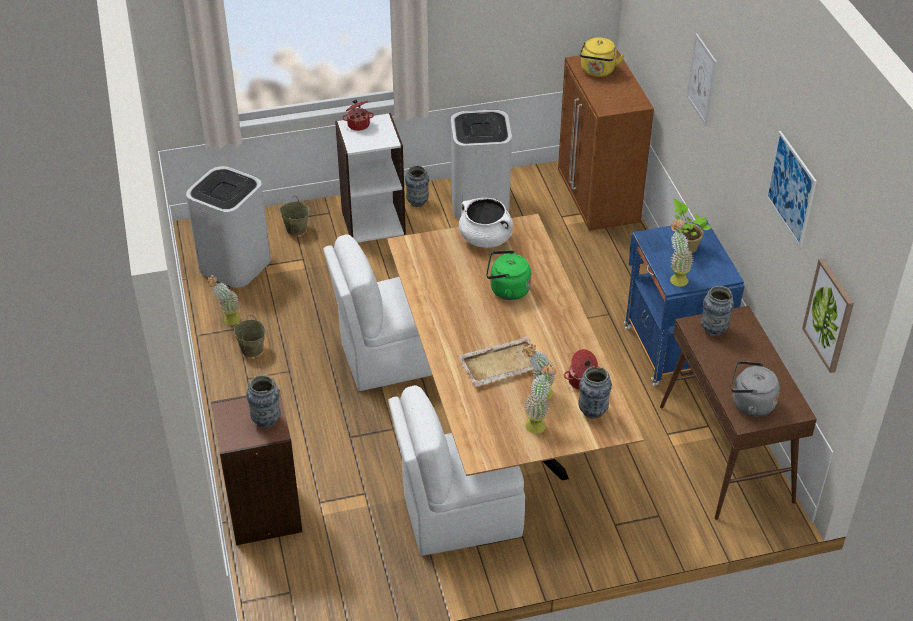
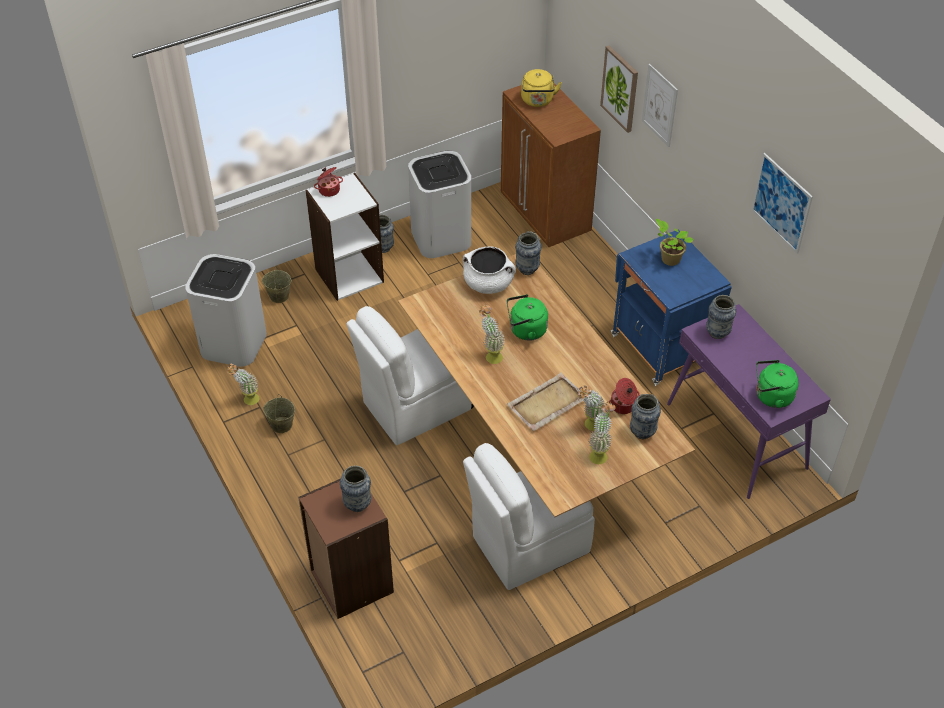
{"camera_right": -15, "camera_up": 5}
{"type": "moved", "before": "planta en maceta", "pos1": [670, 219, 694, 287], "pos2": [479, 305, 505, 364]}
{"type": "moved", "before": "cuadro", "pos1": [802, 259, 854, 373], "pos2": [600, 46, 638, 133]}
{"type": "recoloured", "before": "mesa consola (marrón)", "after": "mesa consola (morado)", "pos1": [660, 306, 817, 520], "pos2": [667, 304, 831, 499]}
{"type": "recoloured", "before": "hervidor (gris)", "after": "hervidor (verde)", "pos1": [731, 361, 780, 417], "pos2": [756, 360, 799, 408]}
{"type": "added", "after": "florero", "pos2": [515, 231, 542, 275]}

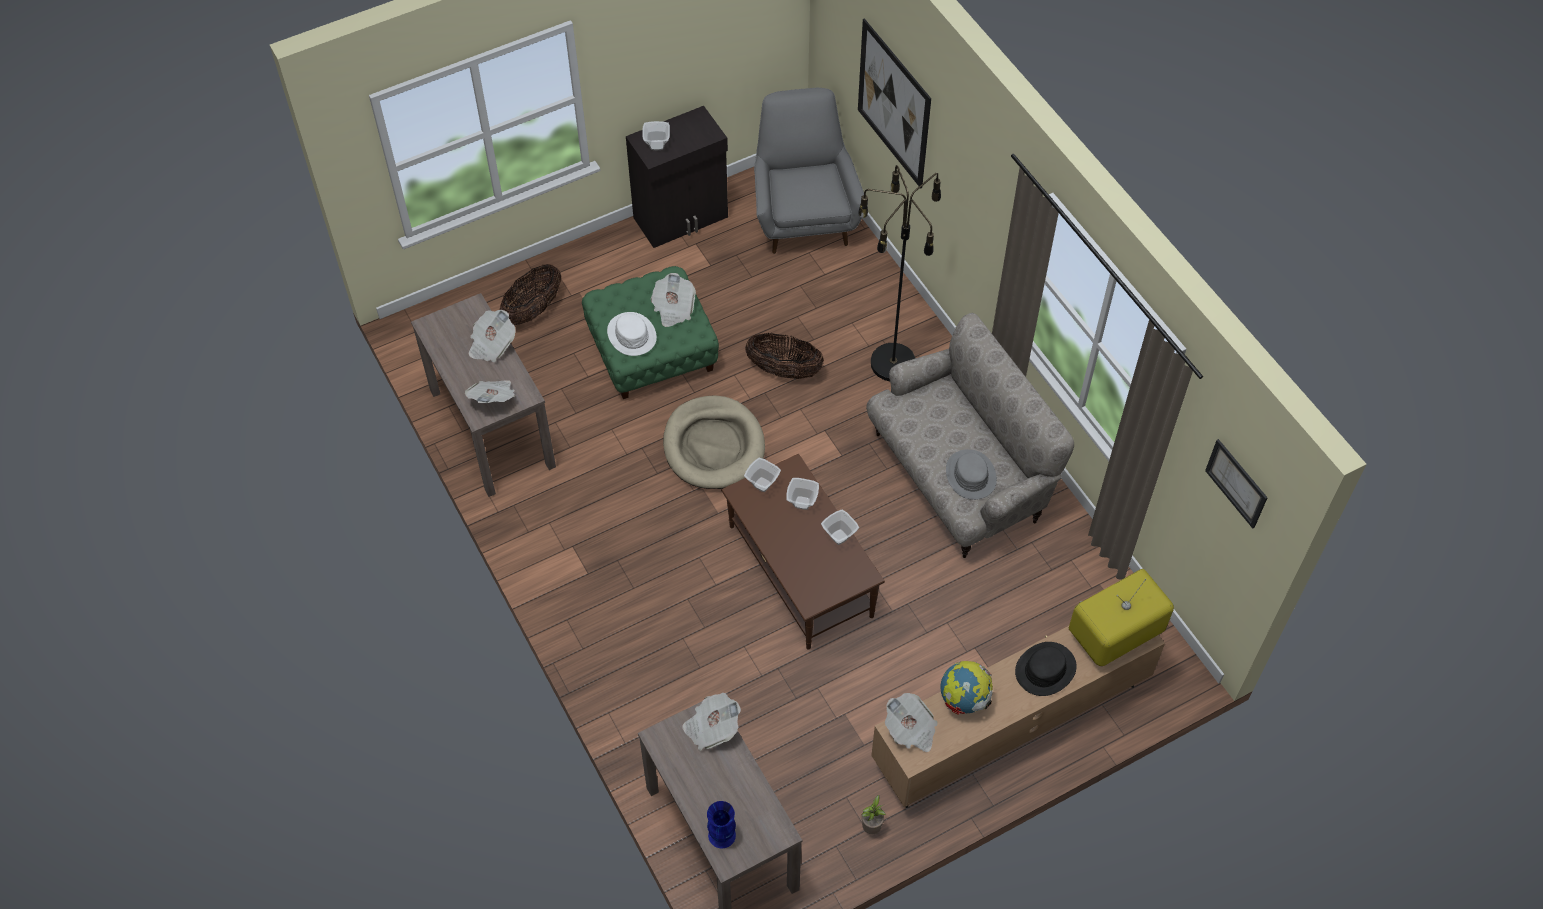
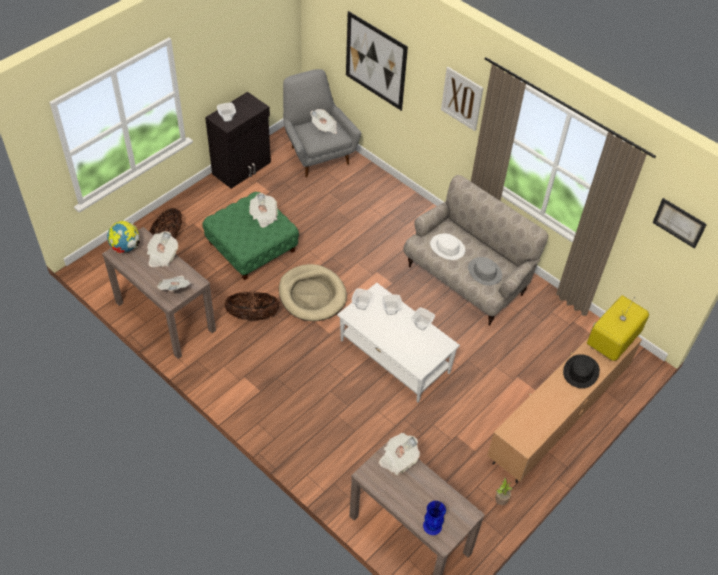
{"camera_right": -20, "camera_up": -5}
{"type": "removed", "before": "lámpara de pie", "pos1": [858, 165, 941, 381]}
{"type": "moved", "before": "sombrero (blanco)", "pos1": [607, 312, 657, 356], "pos2": [430, 234, 465, 260]}
{"type": "moved", "before": "cesta", "pos1": [745, 333, 824, 379], "pos2": [224, 292, 280, 321]}
{"type": "recoloured", "before": "mesa de centro (marrón)", "after": "mesa de centro (blanco)", "pos1": [721, 454, 885, 650], "pos2": [337, 283, 460, 403]}
{"type": "moved", "before": "globo terráqueo", "pos1": [941, 661, 993, 715], "pos2": [107, 221, 140, 253]}
{"type": "moved", "before": "periódico", "pos1": [885, 693, 938, 752], "pos2": [310, 109, 337, 134]}
{"type": "added", "after": "cuadro", "pos2": [441, 67, 483, 131]}

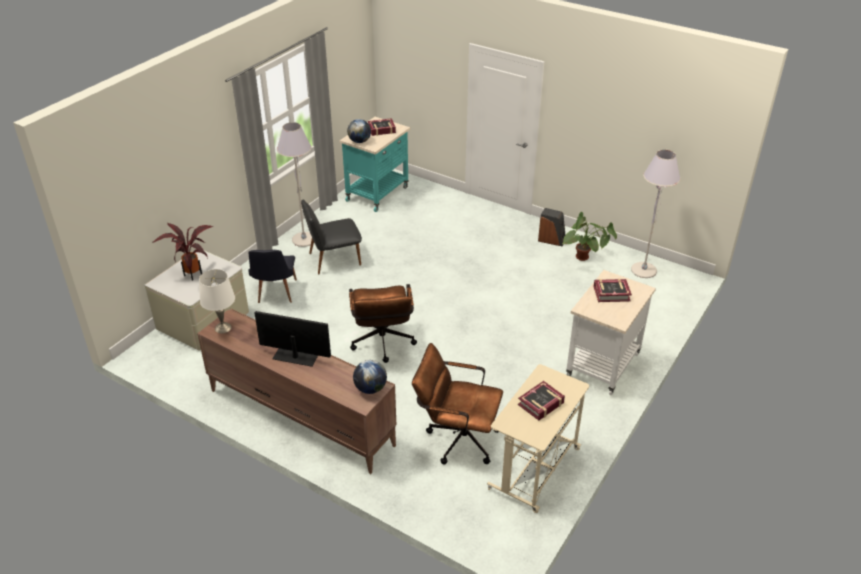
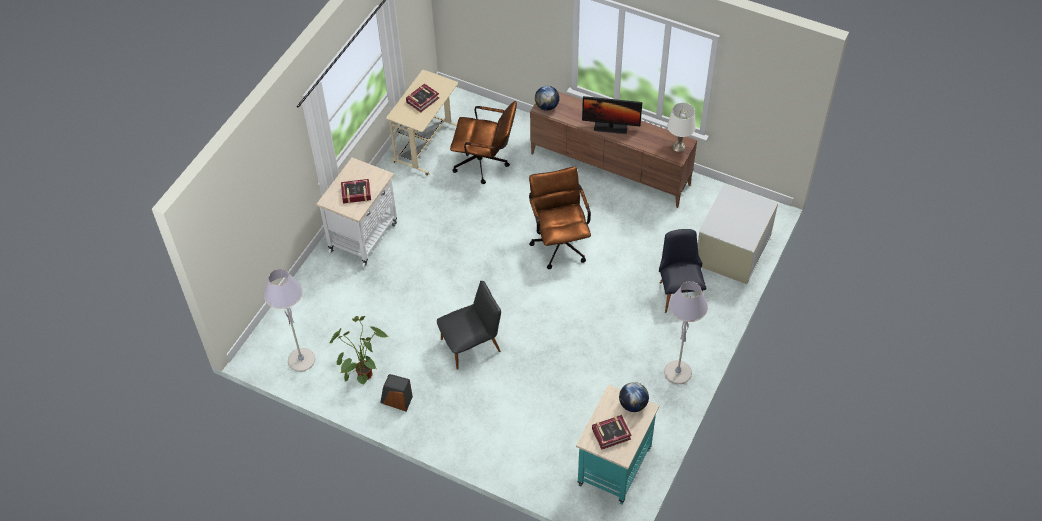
{"camera_right": 175, "camera_up": 15}
{"type": "moved", "before": "silla (negro)", "pos1": [301, 199, 362, 275], "pos2": [437, 281, 501, 370]}
{"type": "removed", "before": "planta en maceta", "pos1": [153, 222, 213, 280]}

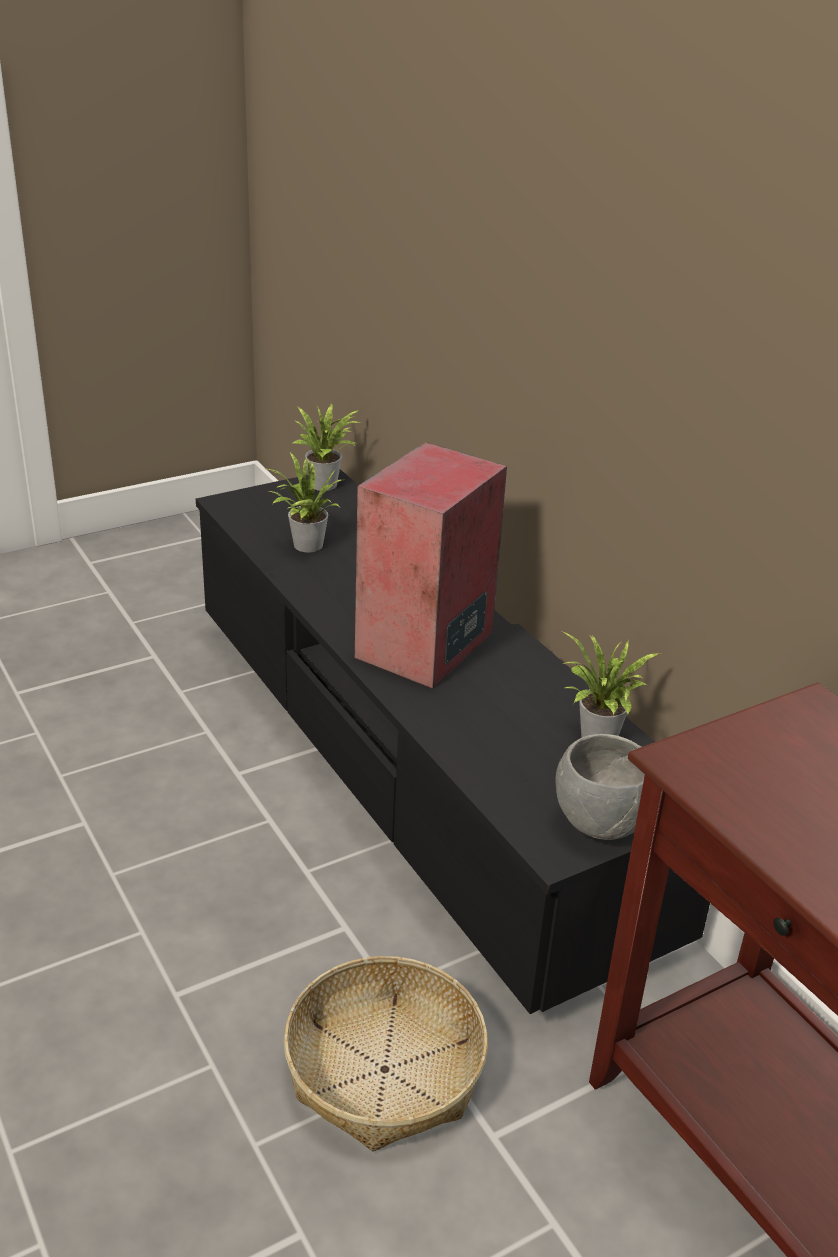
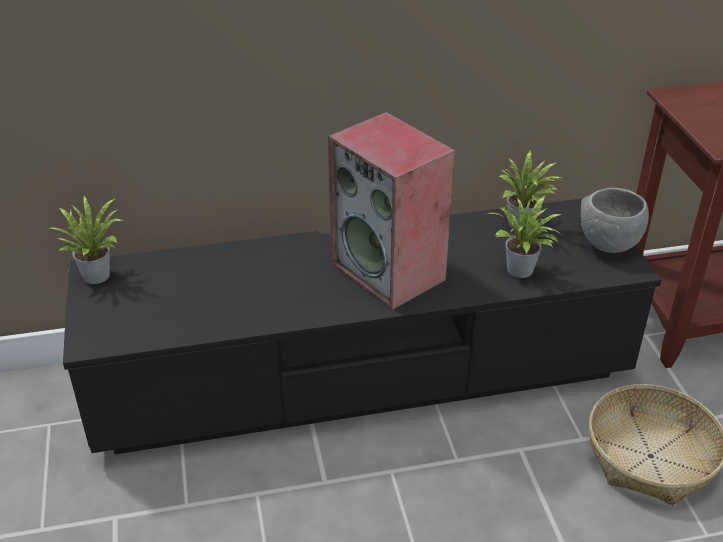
{"camera_right": -70, "camera_up": 5}
{"type": "moved", "before": "planta en maceta", "pos1": [268, 453, 344, 552], "pos2": [487, 196, 563, 278]}

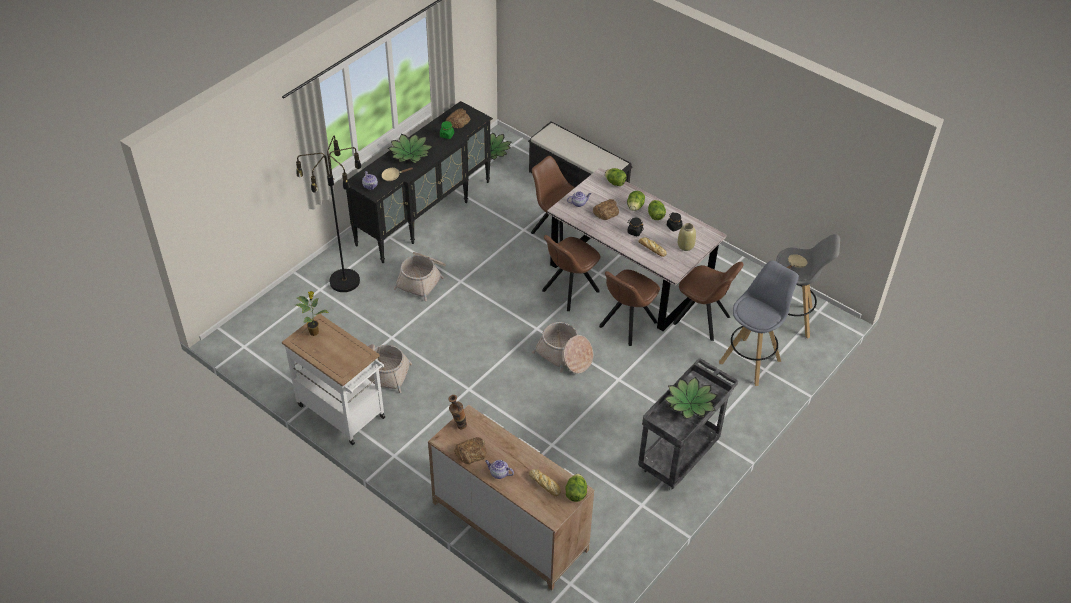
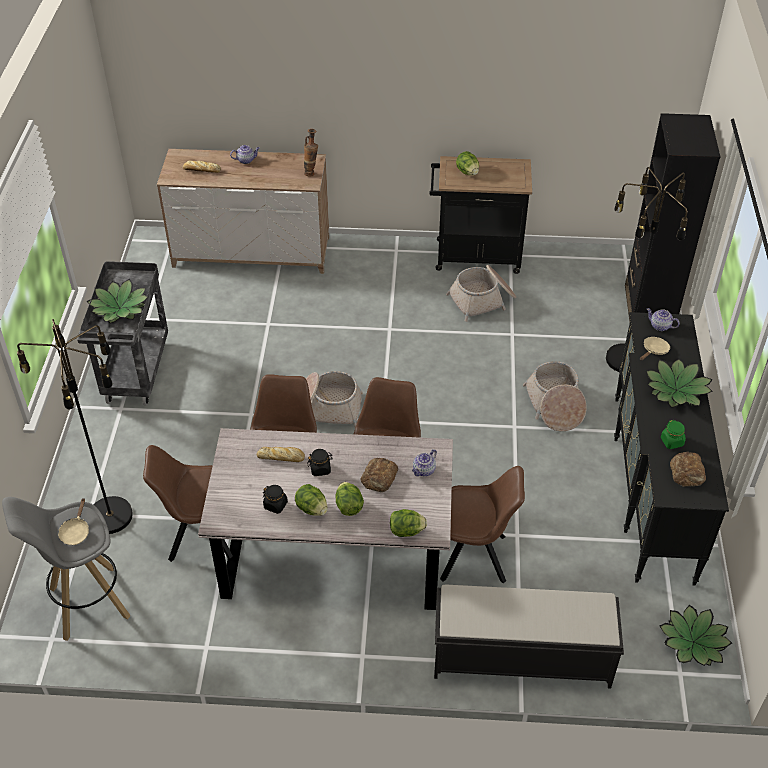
{"camera_right": 145, "camera_up": 0}
{"type": "removed", "before": "florero (beis)", "pos1": [678, 223, 696, 251]}
{"type": "replaced", "before": "taburete (gris)", "after": "lámpara de pie", "pos1": [719, 261, 799, 386], "pos2": [17, 319, 133, 534]}
{"type": "removed", "before": "planta en maceta", "pos1": [296, 291, 329, 336]}
{"type": "recoloured", "before": "carrito (blanco)", "after": "carrito (negro)", "pos1": [282, 314, 385, 445], "pos2": [429, 156, 532, 274]}
{"type": "removed", "before": "pan", "pos1": [454, 437, 487, 464]}
{"type": "moved", "before": "lechuga", "pos1": [565, 474, 587, 502], "pos2": [456, 151, 479, 175]}
{"type": "added", "after": "estantería (negro)", "pos2": [625, 113, 720, 322]}

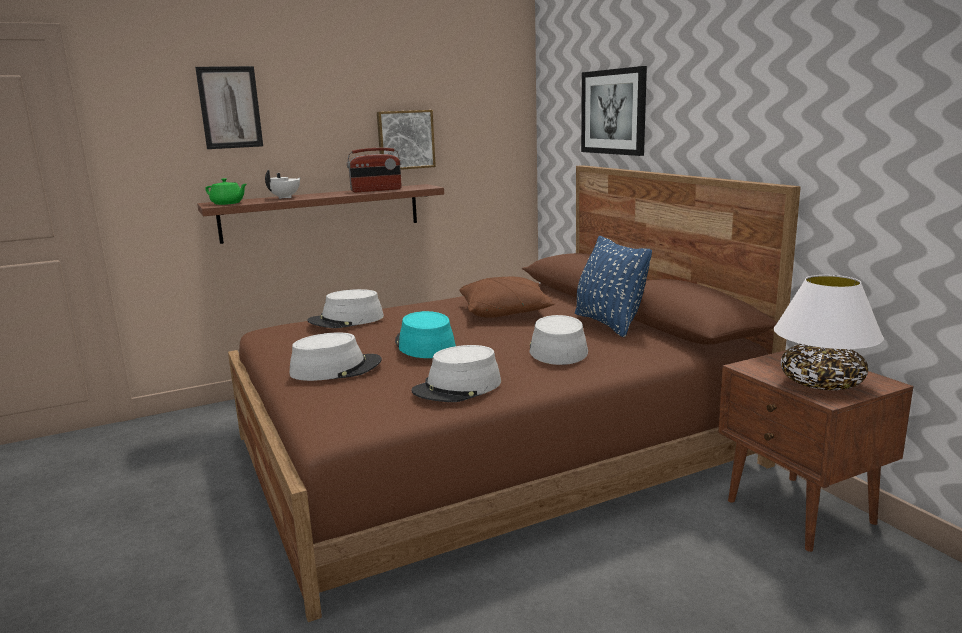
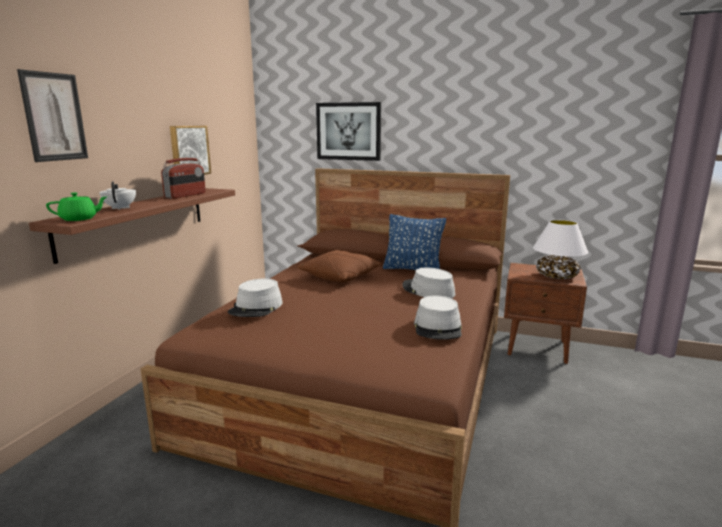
{"camera_right": -45, "camera_up": 0}
{"type": "removed", "before": "sombrero (turquesa)", "pos1": [395, 311, 456, 358]}
{"type": "removed", "before": "sombrero (gris)", "pos1": [289, 332, 382, 381]}

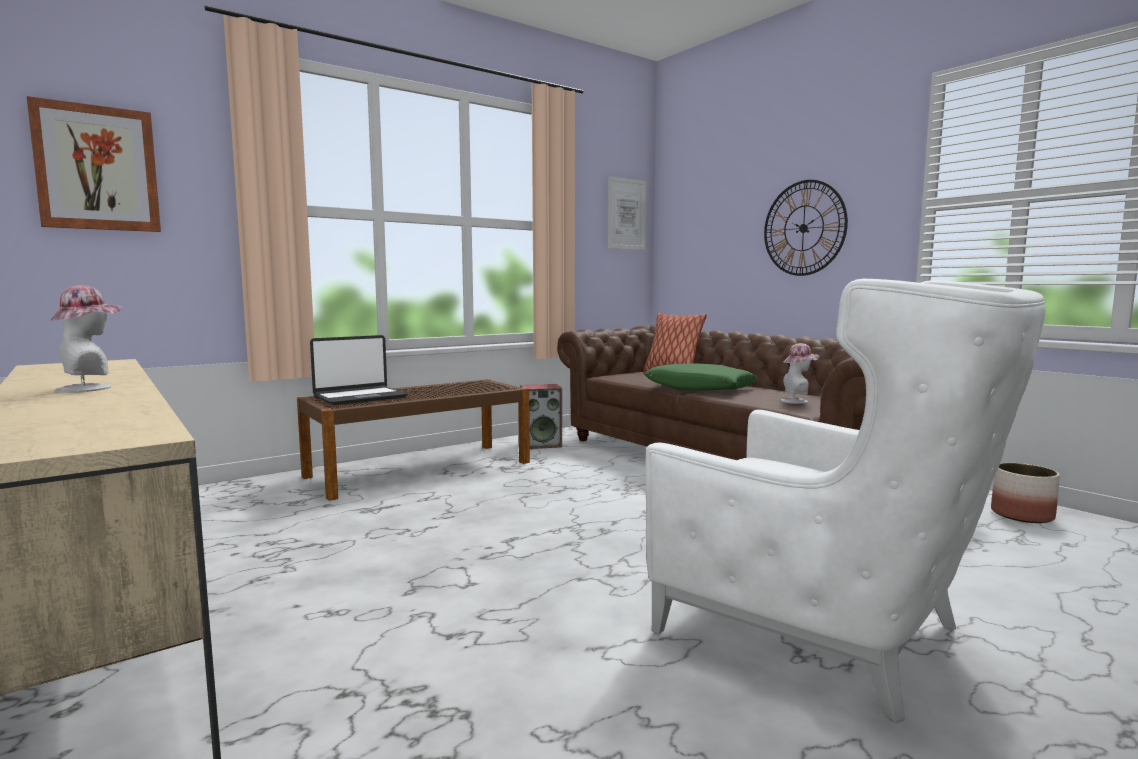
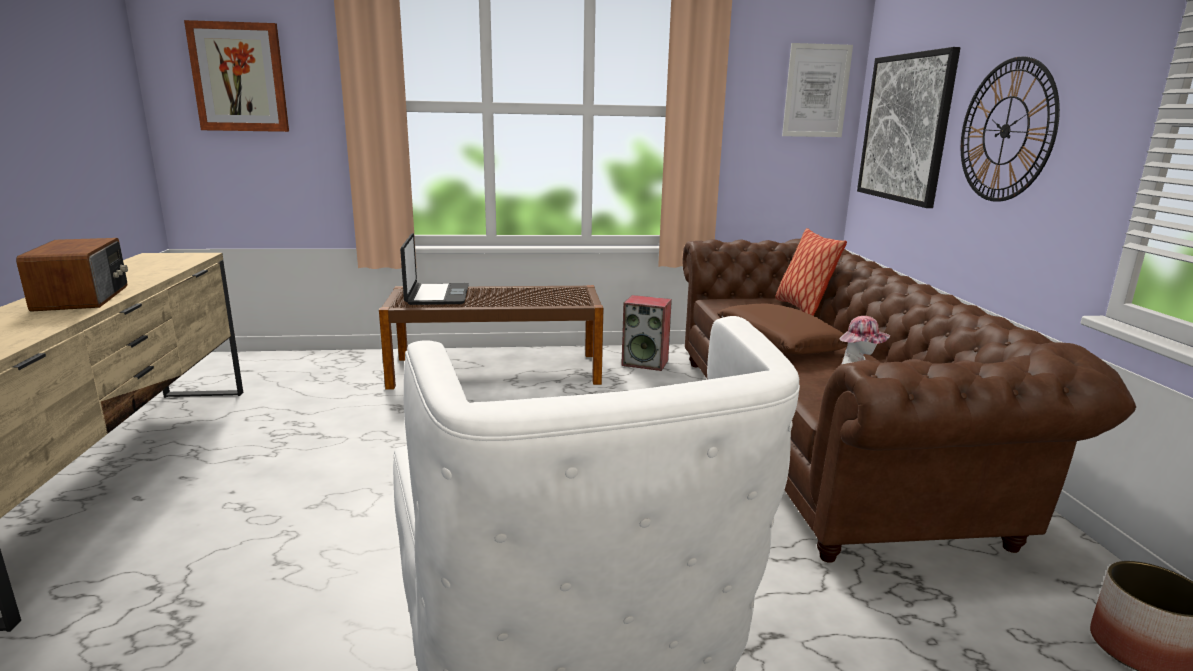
{"camera_right": 30, "camera_up": 10}
{"type": "replaced", "before": "sombrero", "after": "radio", "pos1": [49, 285, 122, 393], "pos2": [16, 238, 128, 312]}
{"type": "turned", "before": "portátil", "pos1": [310, 335, 407, 405], "pos2": [400, 233, 469, 305], "turn": -90}
{"type": "recoloured", "before": "cojín (verde)", "after": "cojín (marrón)", "pos1": [644, 364, 758, 391], "pos2": [717, 303, 848, 355]}
{"type": "added", "after": "cuadro", "pos2": [857, 47, 960, 208]}

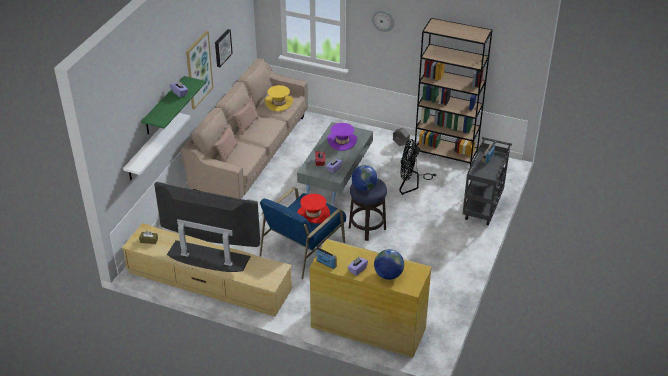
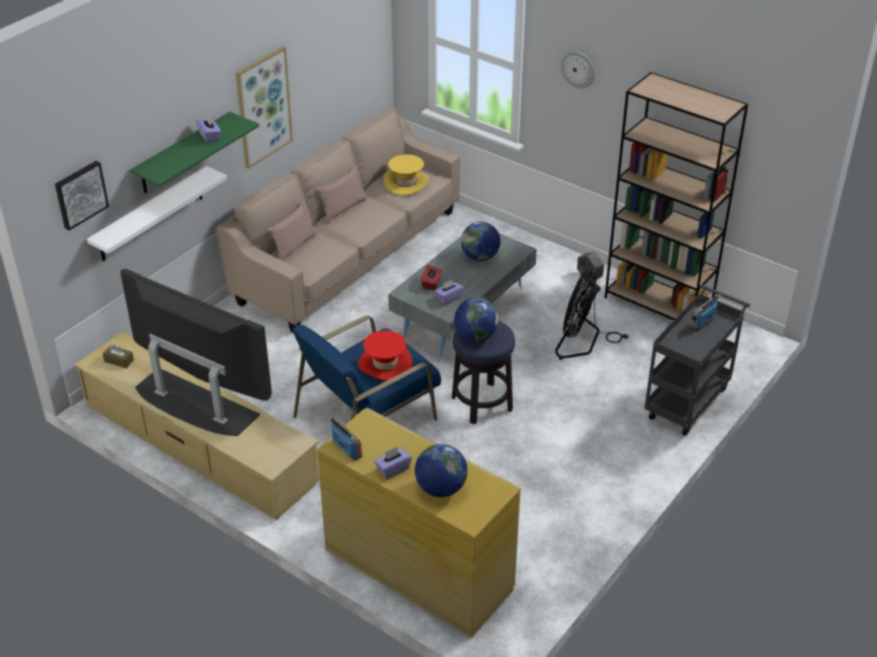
{"camera_right": 15, "camera_up": 0}
{"type": "moved", "before": "cuadro", "pos1": [215, 29, 233, 67], "pos2": [55, 161, 109, 230]}
{"type": "replaced", "before": "sombrero (morado)", "after": "globo terráqueo", "pos1": [327, 123, 357, 151], "pos2": [461, 222, 500, 261]}

